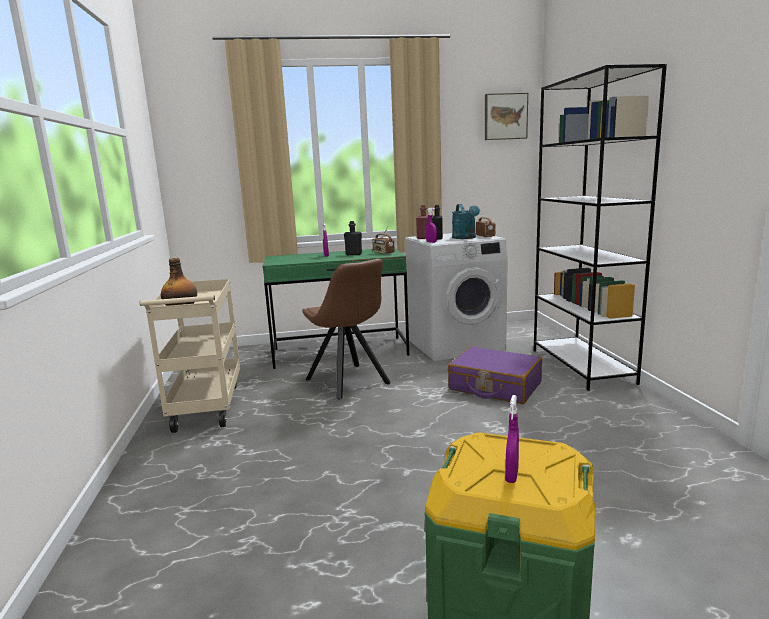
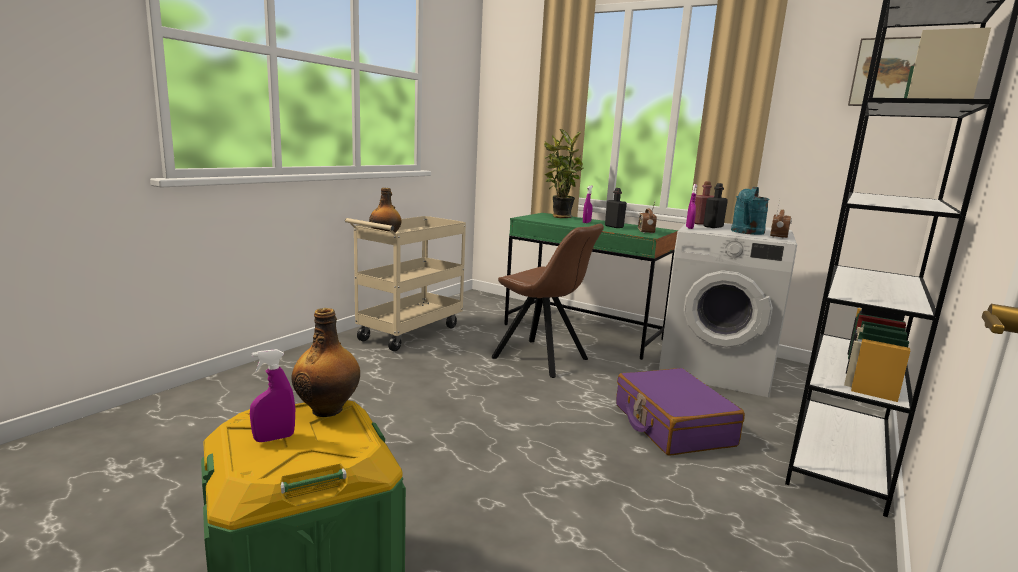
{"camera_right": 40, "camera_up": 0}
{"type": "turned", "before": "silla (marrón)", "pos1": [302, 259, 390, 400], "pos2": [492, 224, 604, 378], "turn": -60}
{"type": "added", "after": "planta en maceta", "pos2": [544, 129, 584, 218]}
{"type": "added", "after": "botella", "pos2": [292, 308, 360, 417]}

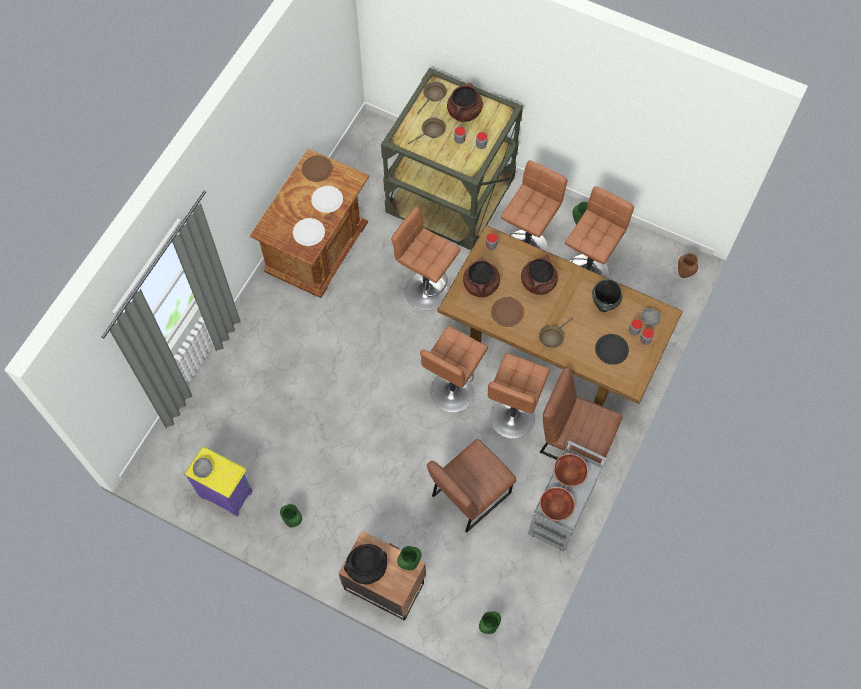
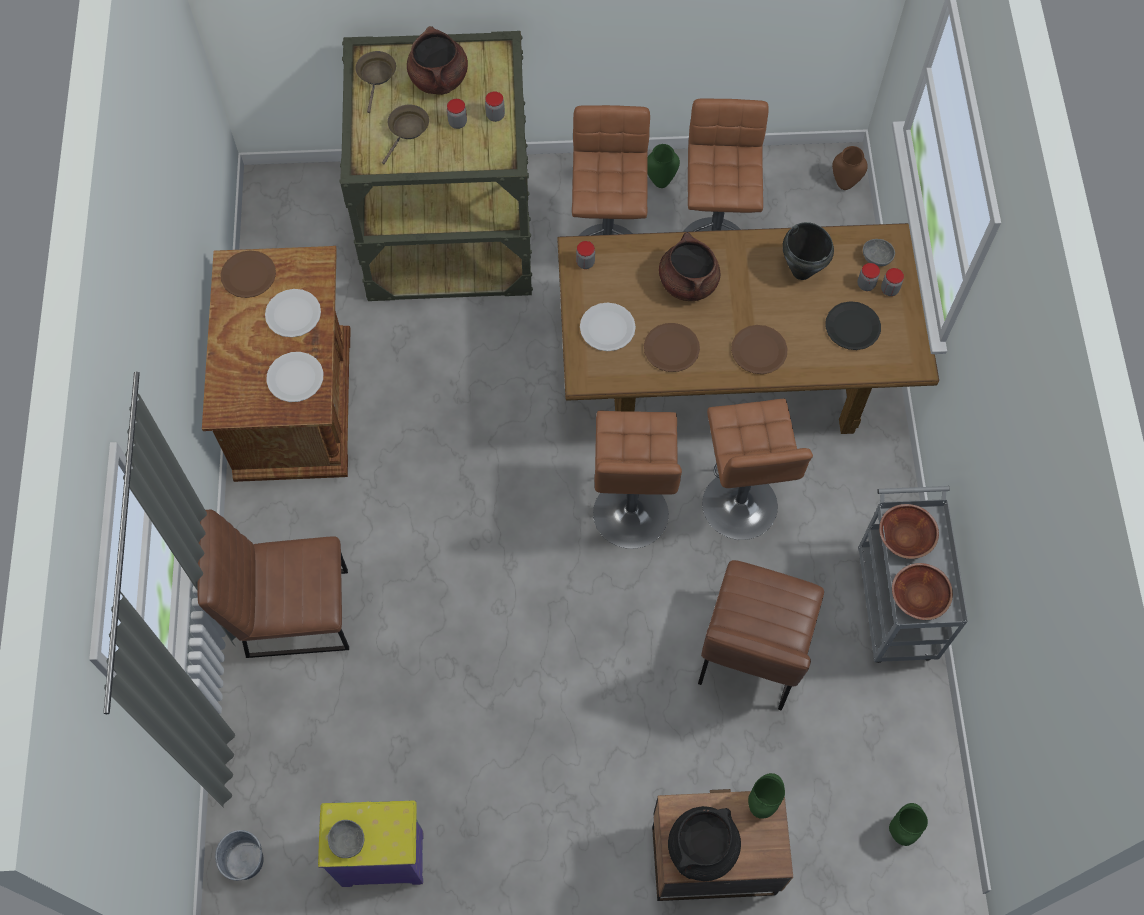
{"camera_right": -30, "camera_up": 0}
{"type": "removed", "before": "taburete (marrón)", "pos1": [391, 207, 460, 310]}
{"type": "replaced", "before": "olla (marrón)", "after": "plato (blanco)", "pos1": [463, 257, 500, 297], "pos2": [580, 302, 636, 351]}
{"type": "replaced", "before": "sartén (marrón)", "after": "plato (marrón)", "pos1": [539, 317, 573, 348], "pos2": [731, 325, 787, 374]}
{"type": "moved", "before": "silla (marrón)", "pos1": [540, 368, 622, 464], "pos2": [197, 510, 349, 658]}
{"type": "removed", "before": "florero (verde)", "pos1": [280, 504, 302, 527]}
{"type": "added", "after": "cubo (gris)", "pos2": [215, 830, 264, 881]}

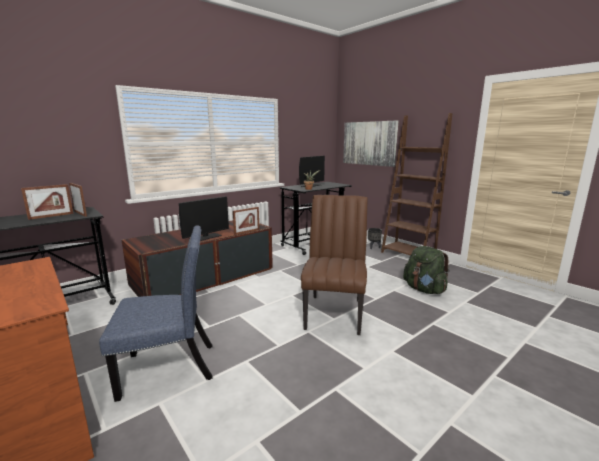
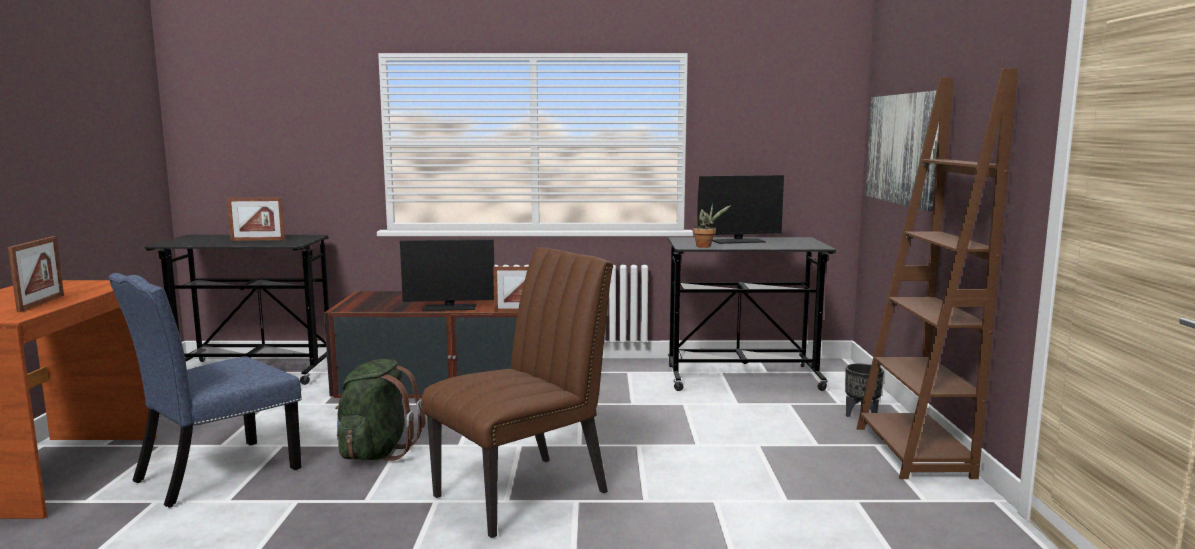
{"camera_right": 40, "camera_up": -5}
{"type": "moved", "before": "portarretratos", "pos1": [69, 183, 87, 217], "pos2": [8, 236, 64, 312]}
{"type": "turned", "before": "silla (azul)", "pos1": [99, 225, 213, 402], "pos2": [109, 273, 302, 507], "turn": 105}
{"type": "moved", "before": "mochila (verde)", "pos1": [403, 246, 449, 294], "pos2": [335, 359, 426, 461]}

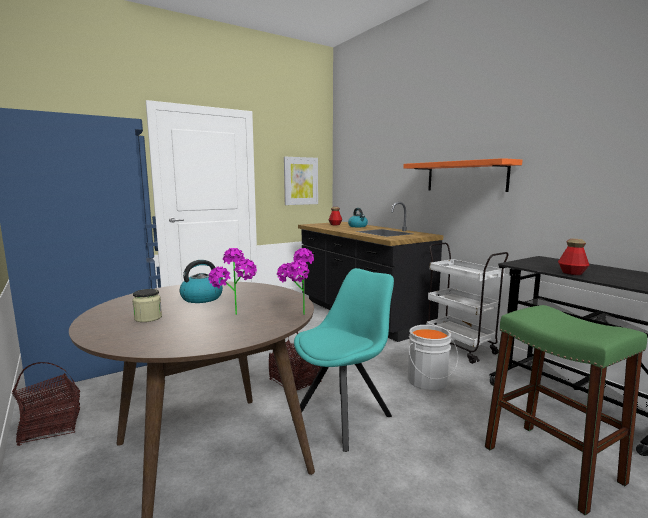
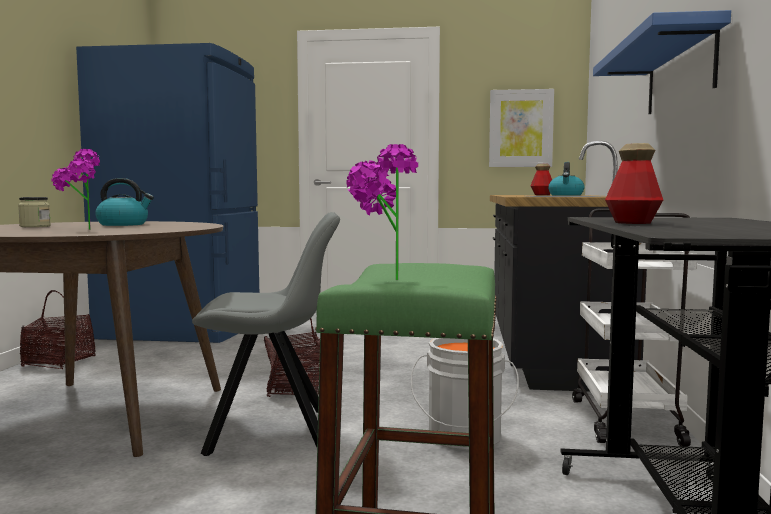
{"camera_right": 40, "camera_up": -5}
{"type": "recoloured", "before": "estante (naranja)", "after": "estante (azul)", "pos1": [403, 158, 522, 192], "pos2": [593, 10, 731, 114]}
{"type": "moved", "before": "planta en maceta", "pos1": [277, 248, 314, 315], "pos2": [347, 144, 418, 280]}
{"type": "recoloured", "before": "silla (turquesa)", "after": "silla (gris)", "pos1": [292, 268, 394, 452], "pos2": [192, 212, 340, 456]}

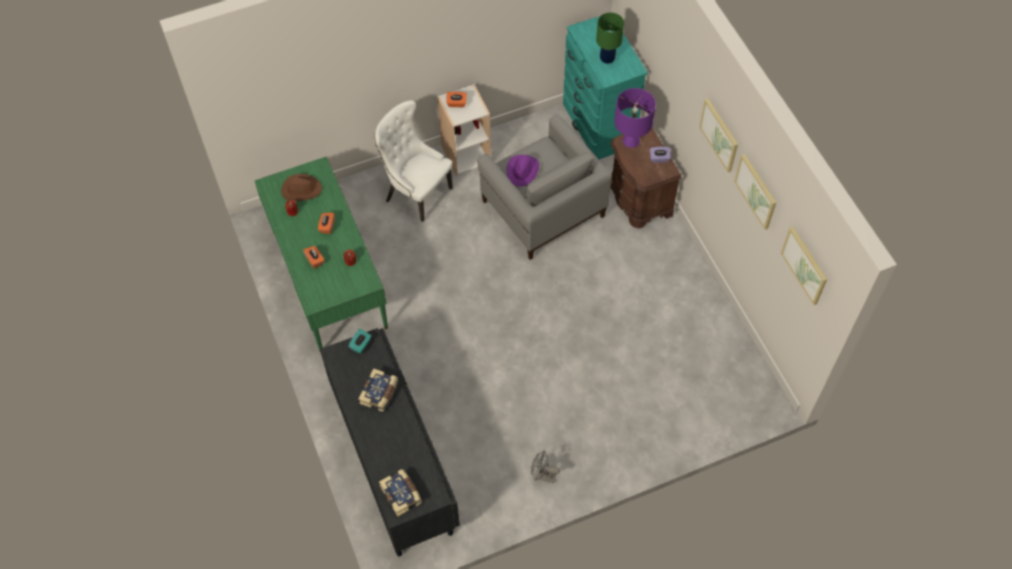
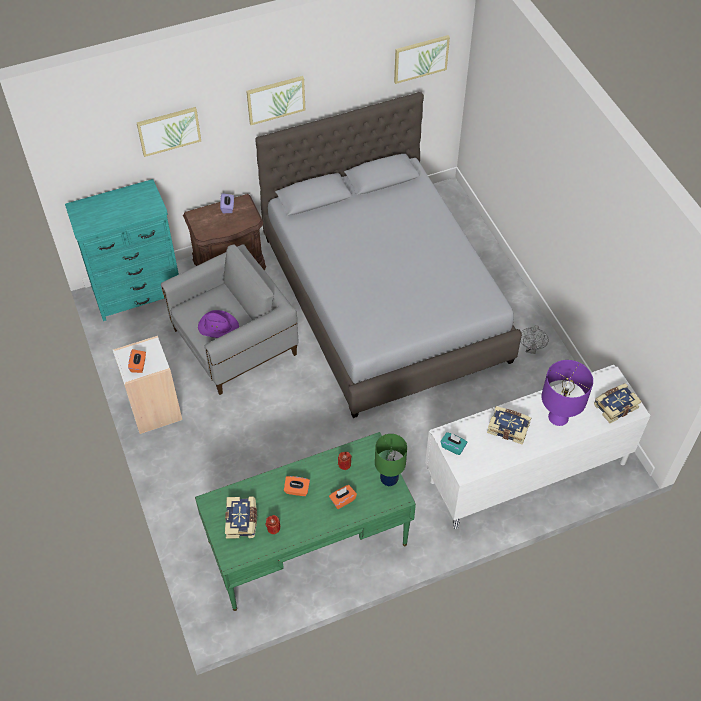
{"camera_right": -90, "camera_up": -5}
{"type": "moved", "before": "lámpara de mesa (verde)", "pos1": [596, 13, 624, 64], "pos2": [375, 434, 407, 486]}
{"type": "moved", "before": "lámpara de mesa (morado)", "pos1": [614, 88, 656, 148], "pos2": [542, 360, 593, 426]}
{"type": "removed", "before": "silla (blanco)", "pos1": [374, 100, 453, 222]}
{"type": "moved", "before": "cuadro", "pos1": [734, 154, 776, 230], "pos2": [137, 107, 201, 157]}
{"type": "replaced", "before": "sombrero (marrón)", "after": "libro", "pos1": [281, 174, 322, 201], "pos2": [225, 497, 257, 539]}
{"type": "recoloured", "before": "armario (negro)", "after": "armario (blanco)", "pos1": [320, 328, 460, 557], "pos2": [425, 365, 651, 529]}
{"type": "added", "after": "cama (gris)", "pos2": [255, 92, 522, 418]}

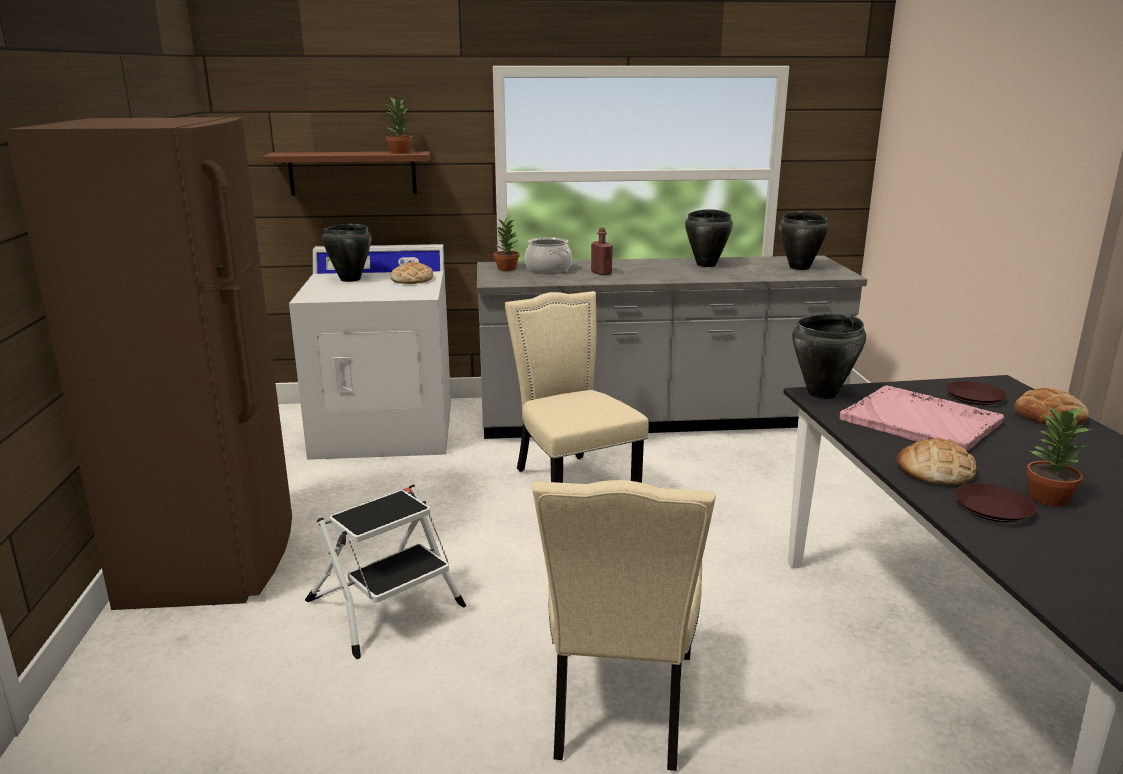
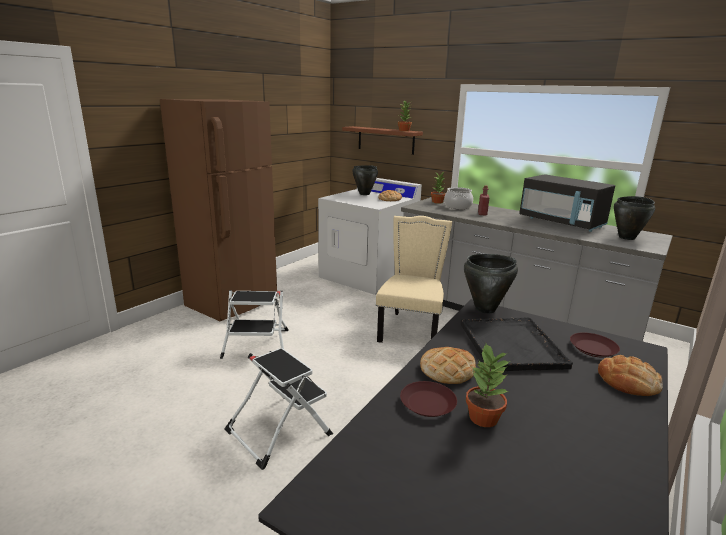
{"camera_right": 40, "camera_up": 0}
{"type": "replaced", "before": "olla (negro)", "after": "microondas (negro)", "pos1": [685, 209, 733, 267], "pos2": [519, 174, 615, 232]}
{"type": "recoloured", "before": "bandeja (rosa)", "after": "bandeja (negro)", "pos1": [840, 385, 1004, 451], "pos2": [461, 317, 573, 371]}
{"type": "replaced", "before": "silla (beis)", "after": "escalera de tijera", "pos1": [532, 480, 716, 771], "pos2": [225, 348, 333, 470]}

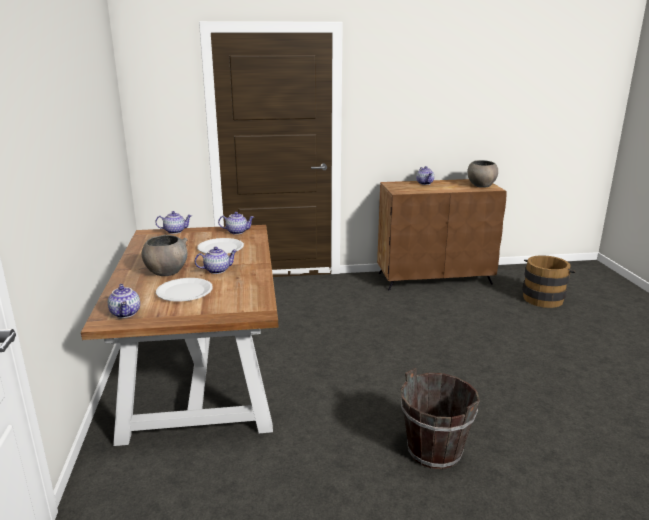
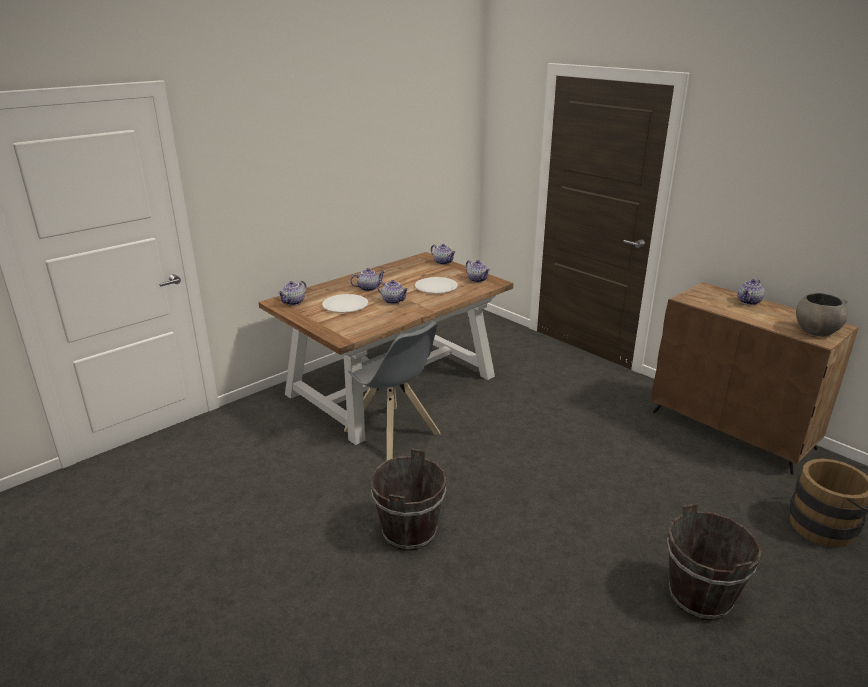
{"camera_right": 55, "camera_up": 5}
{"type": "replaced", "before": "cuenco (gris)", "after": "tetera", "pos1": [142, 235, 188, 276], "pos2": [350, 268, 386, 291]}
{"type": "added", "after": "silla (gris)", "pos2": [344, 322, 440, 460]}
{"type": "added", "after": "cubo (marrón)", "pos2": [667, 503, 762, 621]}

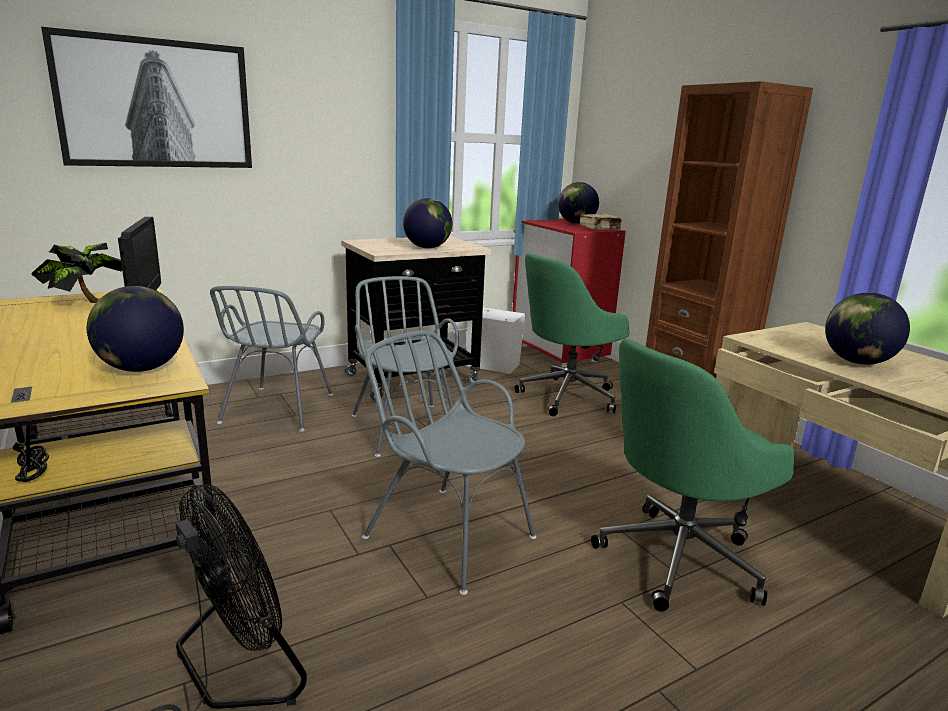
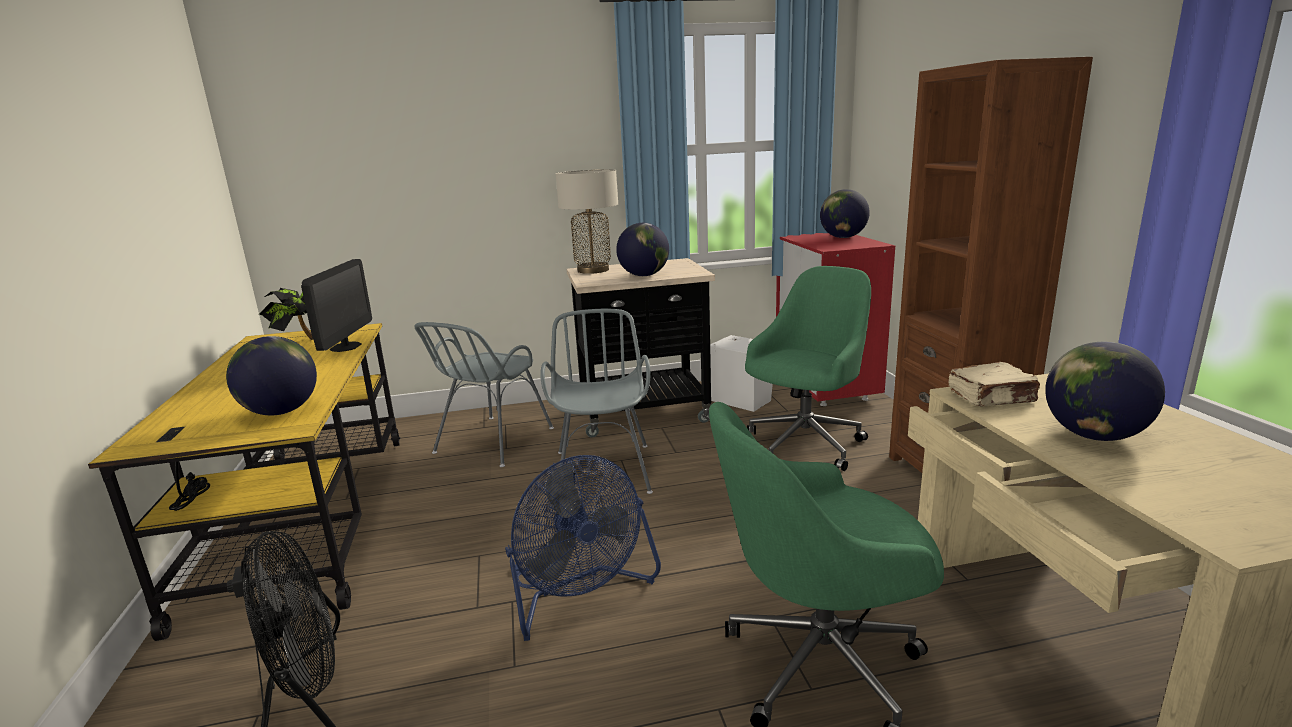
{"camera_right": 20, "camera_up": 0}
{"type": "removed", "before": "cuadro", "pos1": [41, 27, 252, 168]}
{"type": "moved", "before": "libro (beis)", "pos1": [580, 213, 622, 230], "pos2": [948, 362, 1040, 407]}
{"type": "turned", "before": "silla de oficina (verde)", "pos1": [515, 253, 630, 416], "pos2": [745, 266, 871, 471], "turn": 150}
{"type": "replaced", "before": "silla (gris)", "after": "ventilador (azul)", "pos1": [362, 330, 536, 595], "pos2": [505, 455, 661, 641]}
{"type": "added", "after": "lámpara de mesa", "pos2": [556, 169, 618, 274]}

